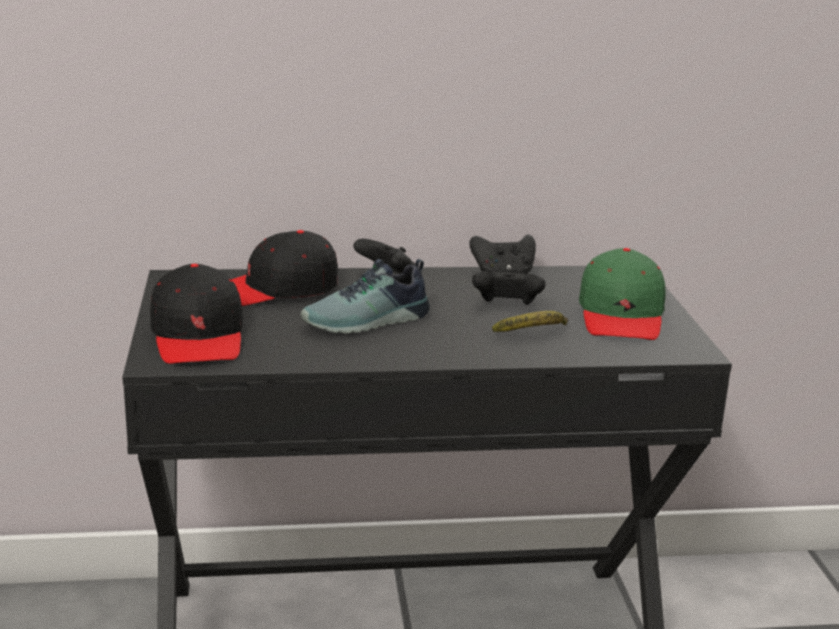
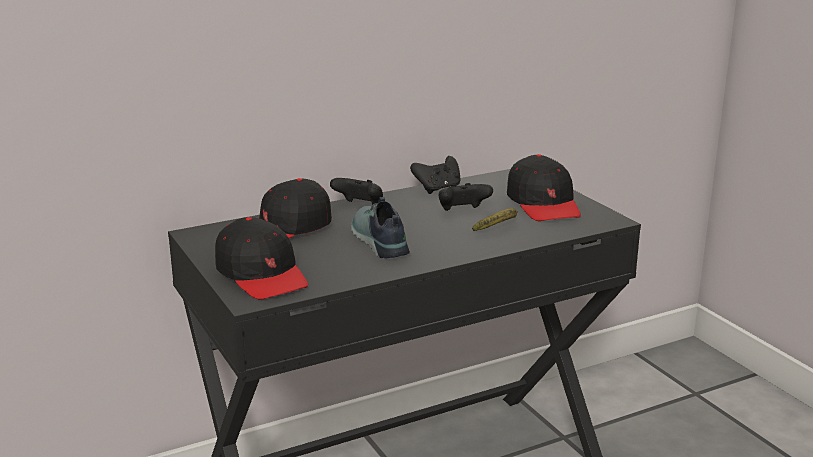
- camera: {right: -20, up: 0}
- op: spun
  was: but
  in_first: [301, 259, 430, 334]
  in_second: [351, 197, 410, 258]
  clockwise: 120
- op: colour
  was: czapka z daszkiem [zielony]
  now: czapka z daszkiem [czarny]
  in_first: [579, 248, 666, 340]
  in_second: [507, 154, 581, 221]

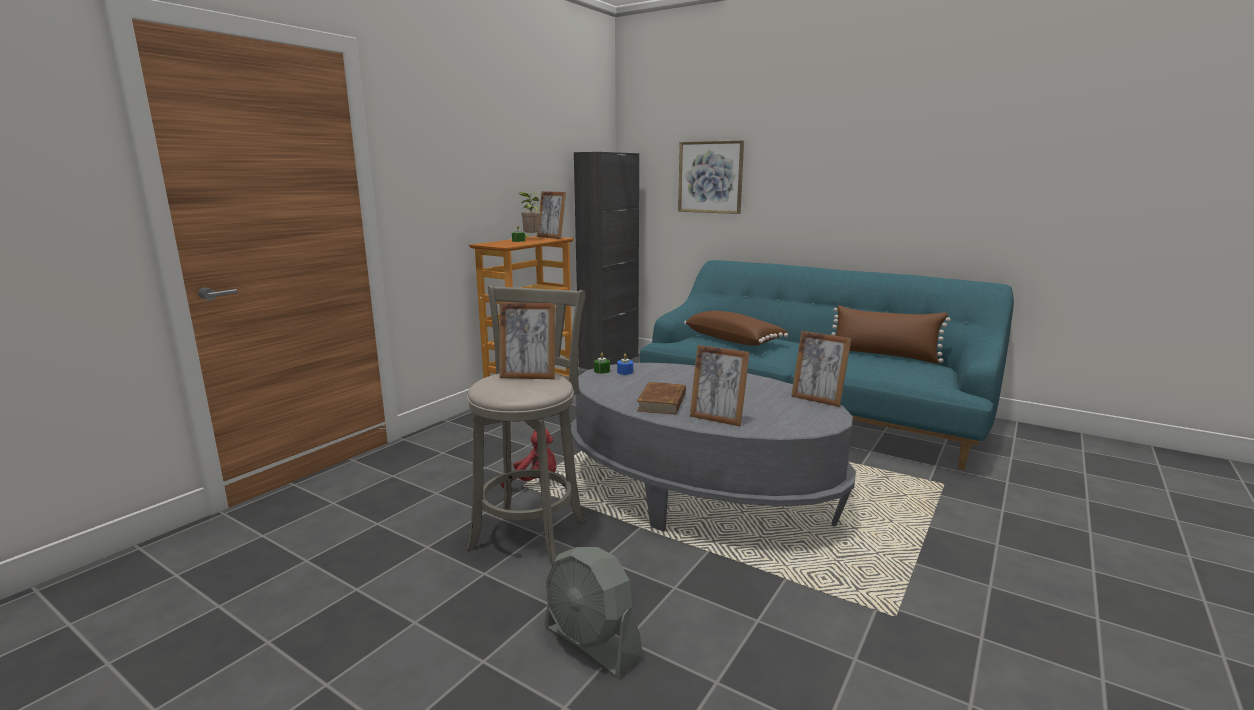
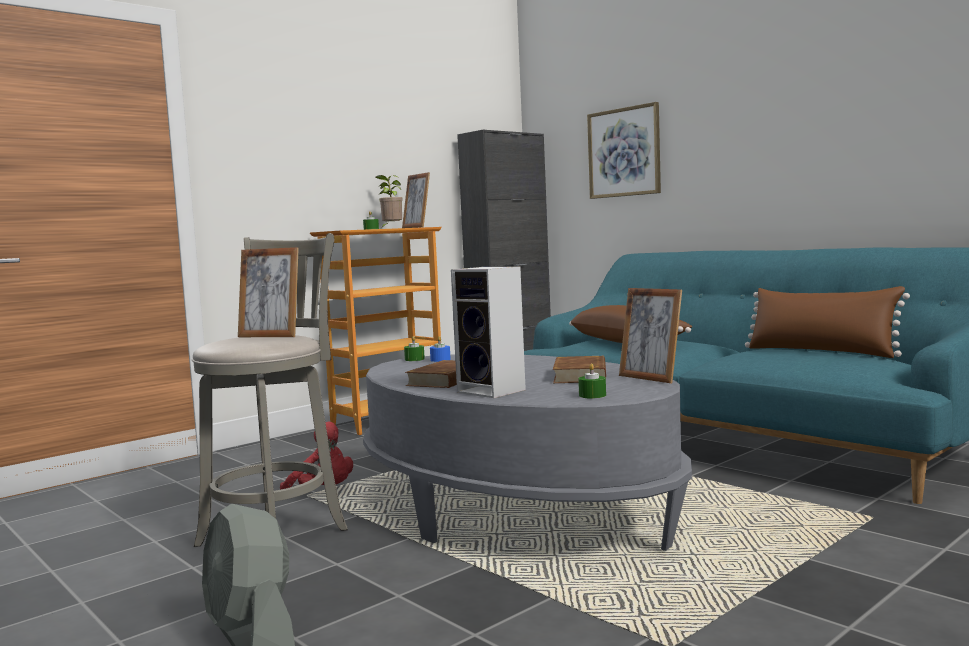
- camera: {right: 15, up: -10}
- op: exchanged
  was: ramka na zdjęcie
  now: głośnik
  in_first: [690, 345, 750, 426]
  in_second: [451, 266, 526, 398]
- op: appeared
  now: książka [brązowy]
  in_second: [553, 356, 606, 383]
- op: appeared
  now: świeca [zielony]
  in_second: [578, 363, 606, 398]

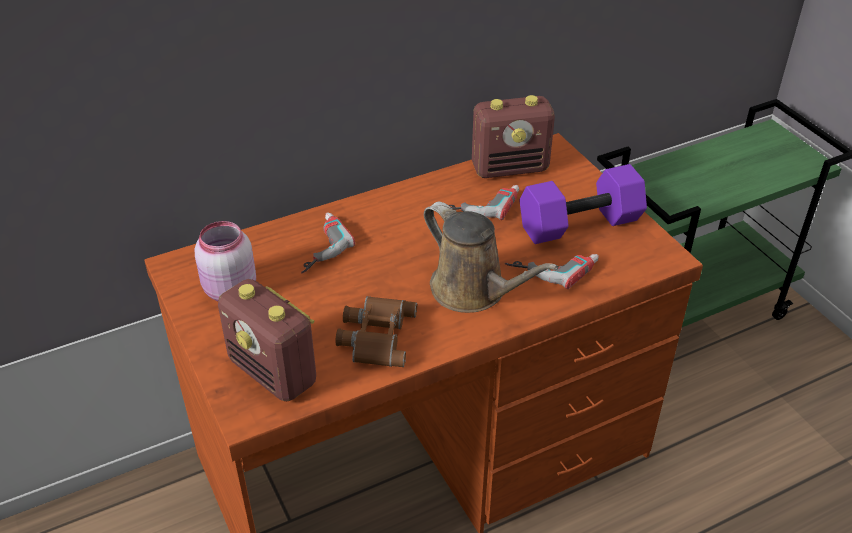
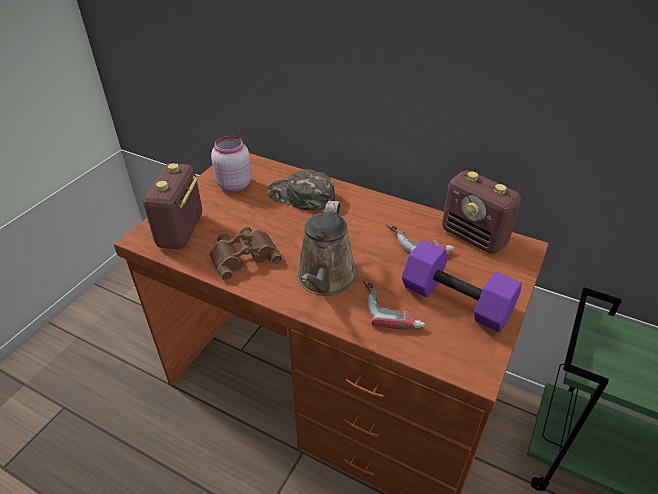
- camera: {right: 55, up: 0}
- op: exchanged
  was: wiertarka
  now: czapka z daszkiem [zielony]
  in_first: [301, 213, 355, 273]
  in_second: [267, 170, 335, 211]

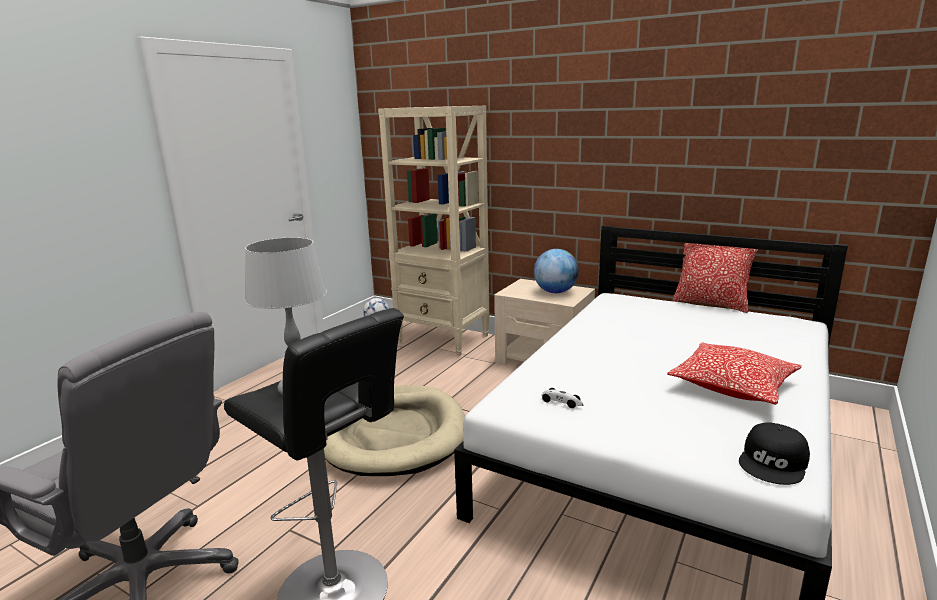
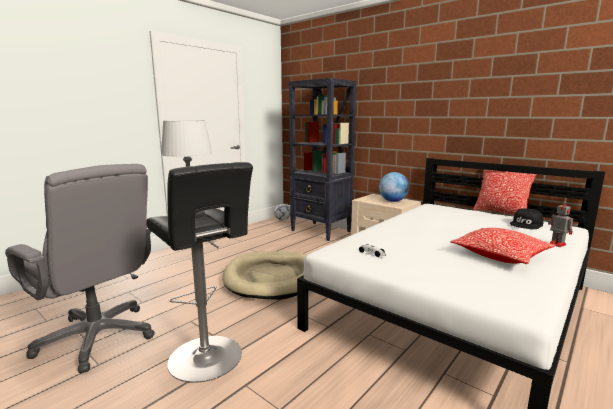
- camera: {right: 10, up: -5}
- op: colour
  was: regał [beżowy]
  now: regał [czarny]
  in_first: [378, 106, 489, 356]
  in_second: [288, 78, 356, 241]
- op: relocated
  was: czapka z daszkiem [czarny]
  in_first: [739, 422, 810, 485]
  in_second: [509, 208, 544, 229]
- op: appeared
  now: robot zabawkowy
  in_second: [548, 202, 573, 247]

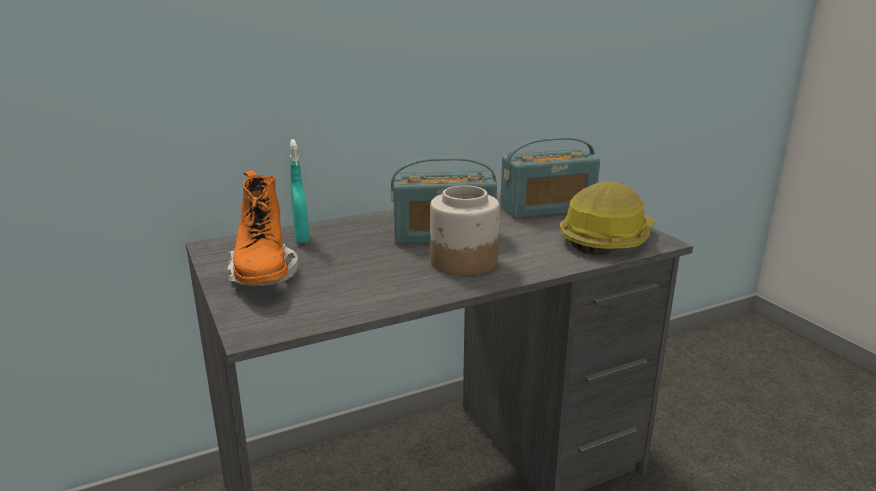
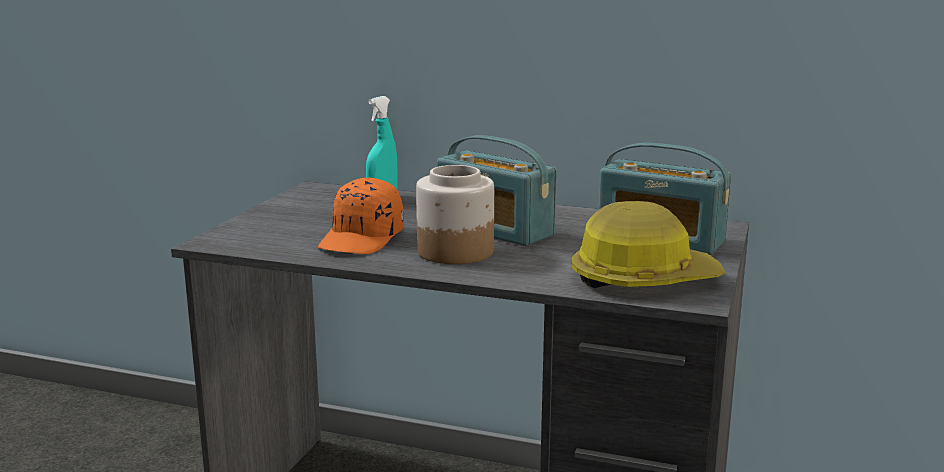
- camera: {right: 45, up: -5}
- op: appeared
  now: czapka z daszkiem [pomarańczowy]
  in_second: [318, 178, 404, 254]
- op: missing
  was: but z cholewką [pomarańczowy]
  in_first: [227, 170, 298, 287]

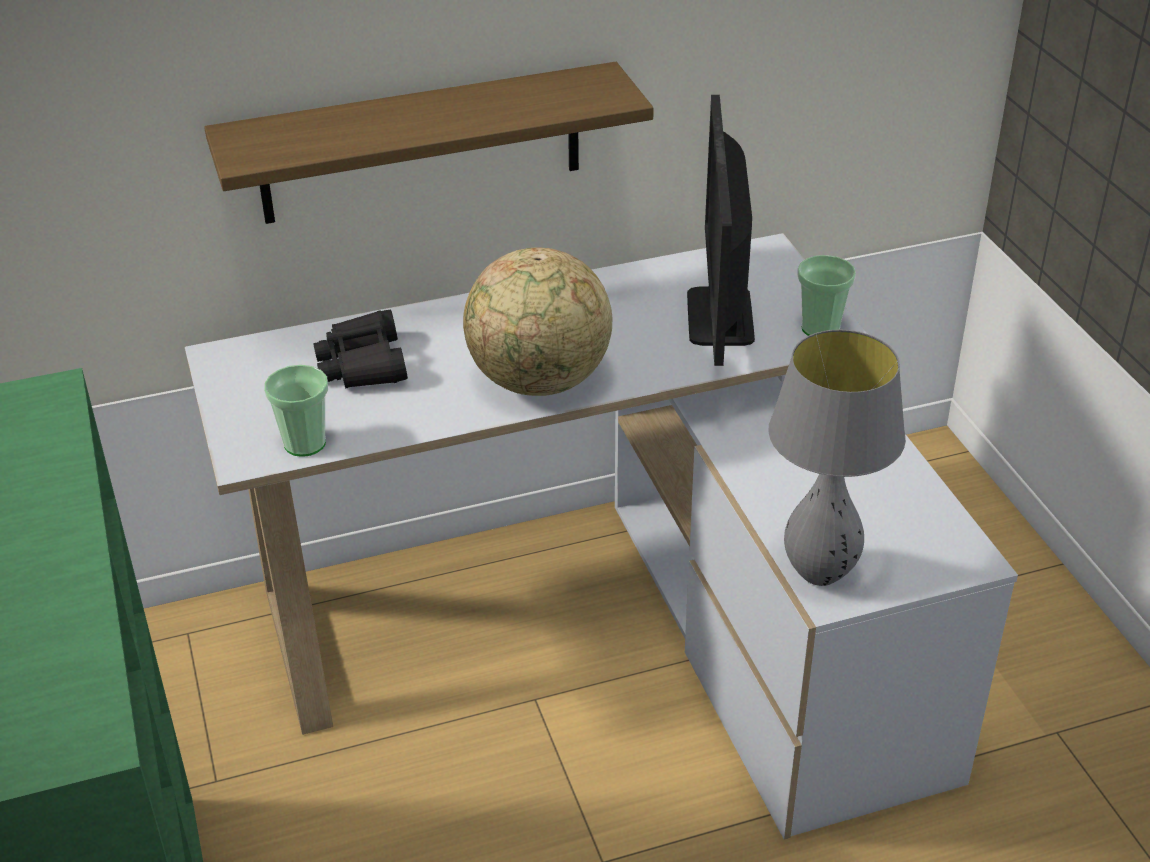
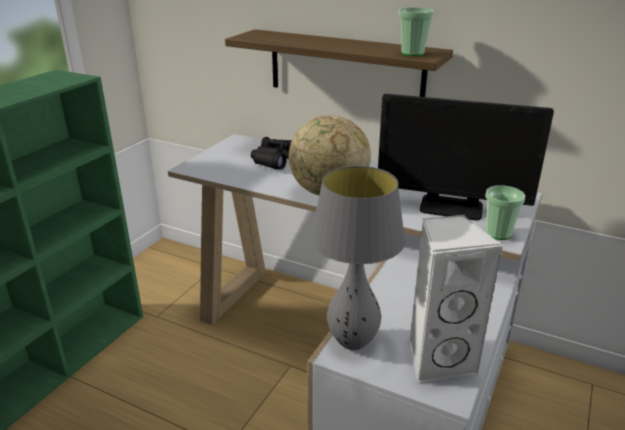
- camera: {right: 45, up: -10}
- op: spun
  was: monitor
  in_first: [687, 95, 755, 366]
  in_second: [378, 94, 554, 221]
  clockwise: -120
- op: relocated
  was: filiżanka
  in_first: [264, 365, 328, 457]
  in_second: [399, 7, 434, 56]
- op: appeared
  now: głośnik [biały]
  in_second: [409, 215, 503, 383]

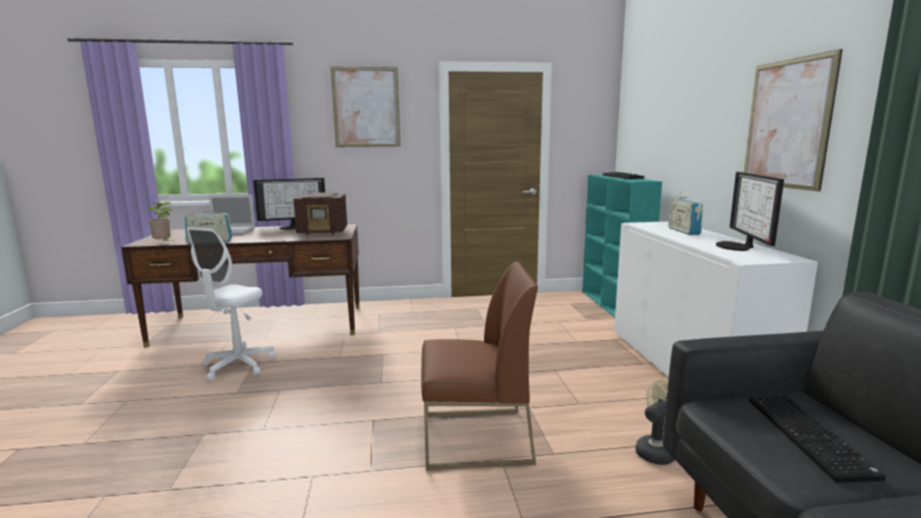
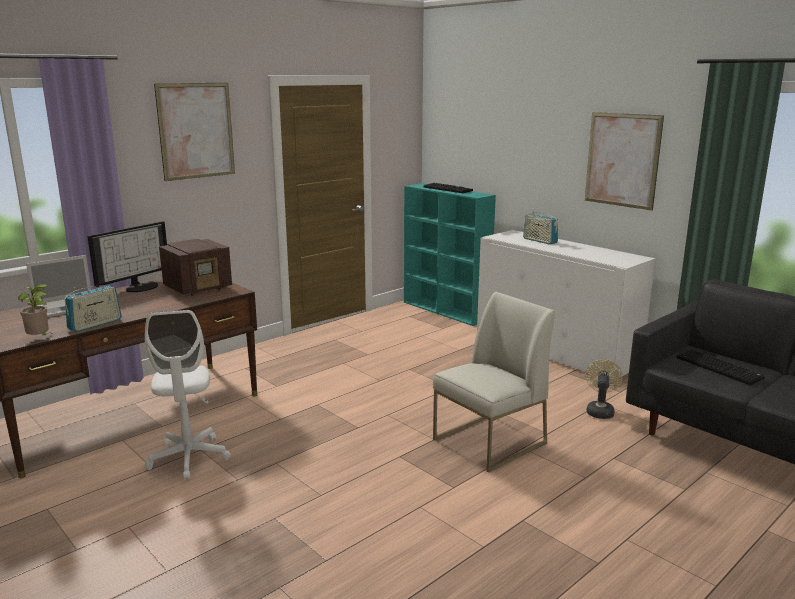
- camera: {right: -35, up: 5}
- op: colour
  was: krzesło [brązowy]
  now: krzesło [biały]
  in_first: [421, 261, 538, 470]
  in_second: [433, 292, 555, 473]
- op: missing
  was: monitor
  in_first: [716, 172, 784, 251]

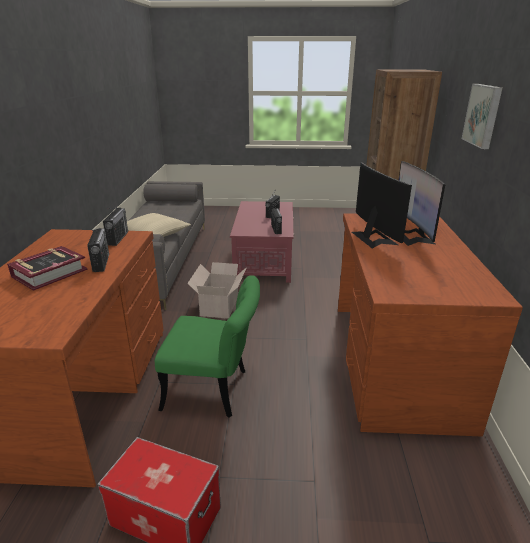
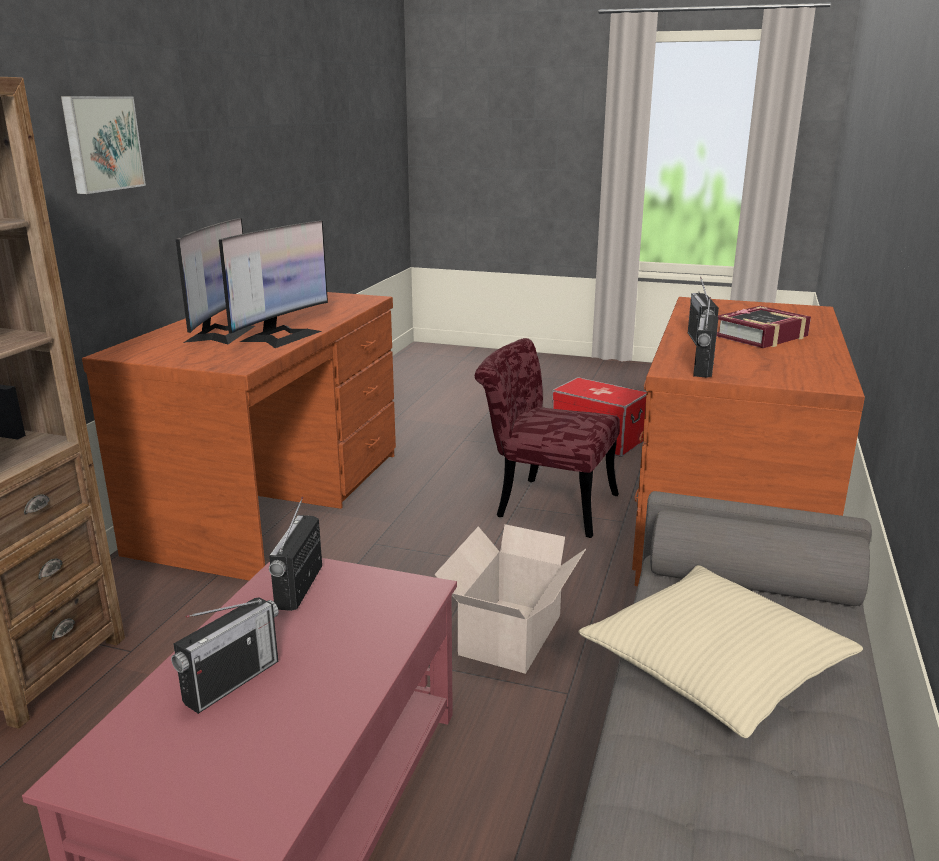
- camera: {right: -165, up: -5}
- op: spun
  was: monitor
  in_first: [352, 162, 412, 249]
  in_second: [219, 220, 328, 348]
  clockwise: -150
- op: colour
  was: krzesło [zielony]
  now: krzesło [czerwony]
  in_first: [155, 275, 260, 418]
  in_second: [475, 338, 620, 538]

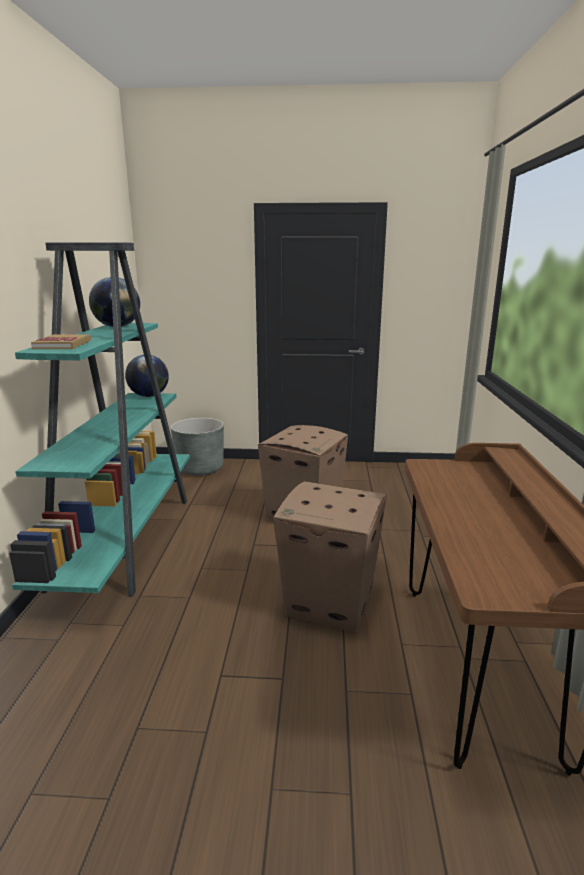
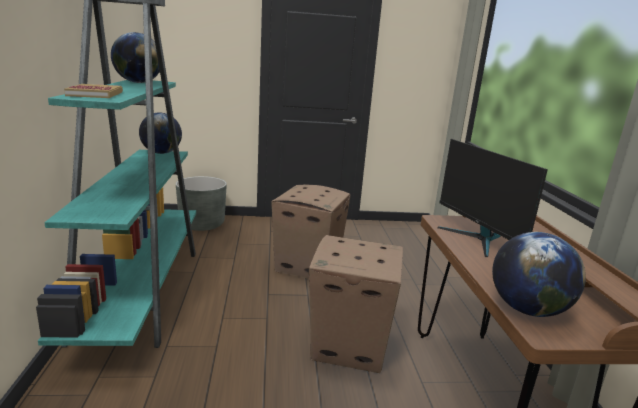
- camera: {right: -10, up: 0}
- op: appeared
  now: monitor
  in_second: [438, 139, 548, 257]
- op: appeared
  now: globus
  in_second: [492, 232, 586, 317]

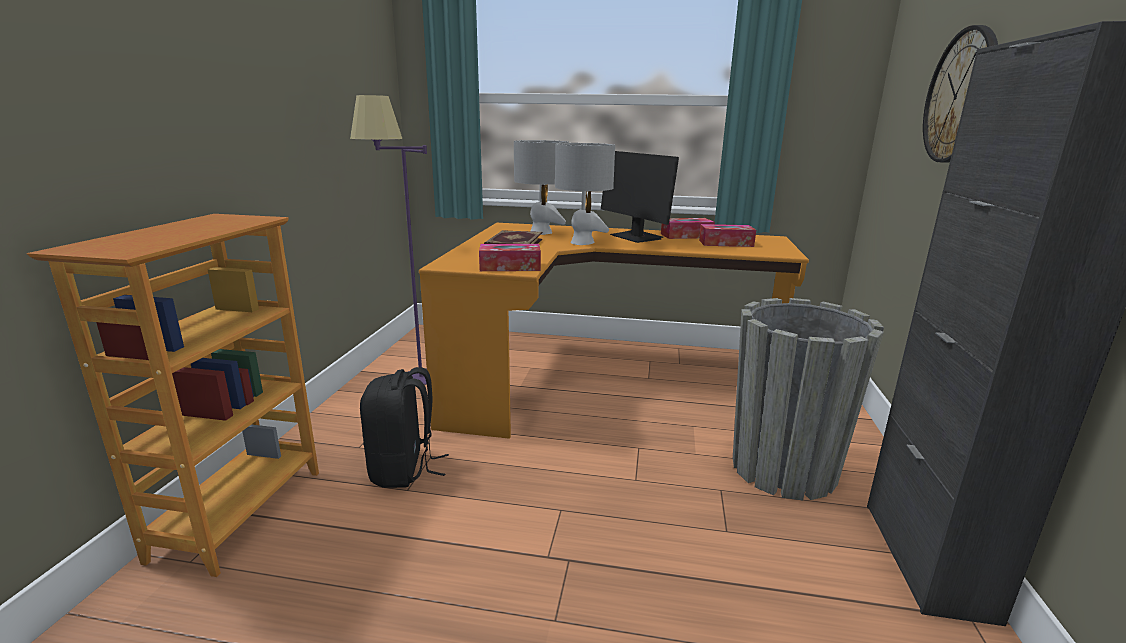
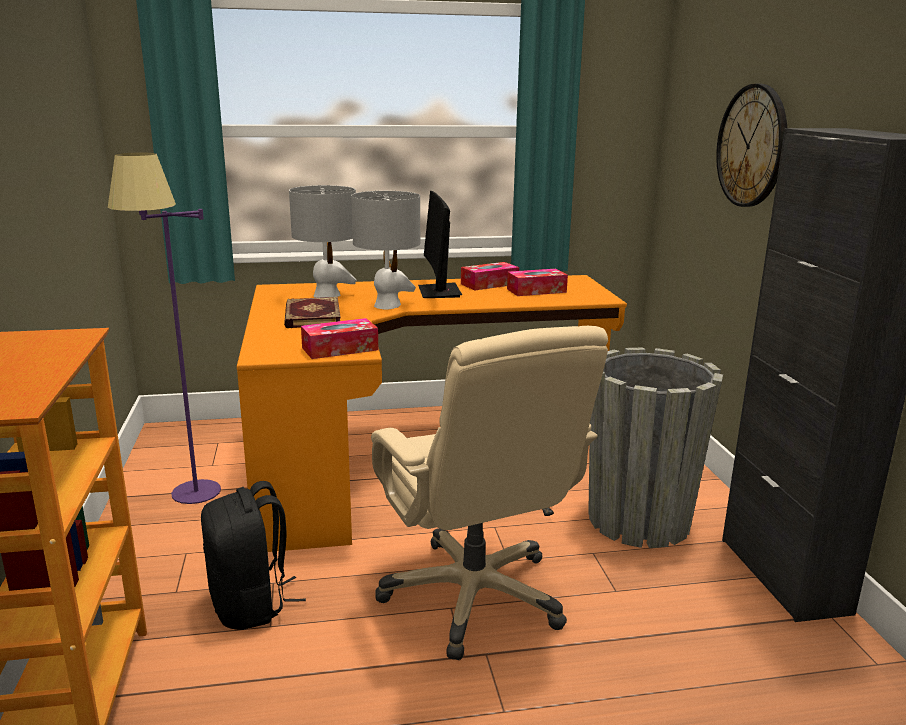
- camera: {right: -20, up: 0}
- op: appeared
  now: krzesło biurowe [beżowy]
  in_second: [371, 326, 608, 660]
- op: spun
  was: monitor
  in_first: [601, 151, 679, 243]
  in_second: [418, 191, 462, 298]
  clockwise: 45

